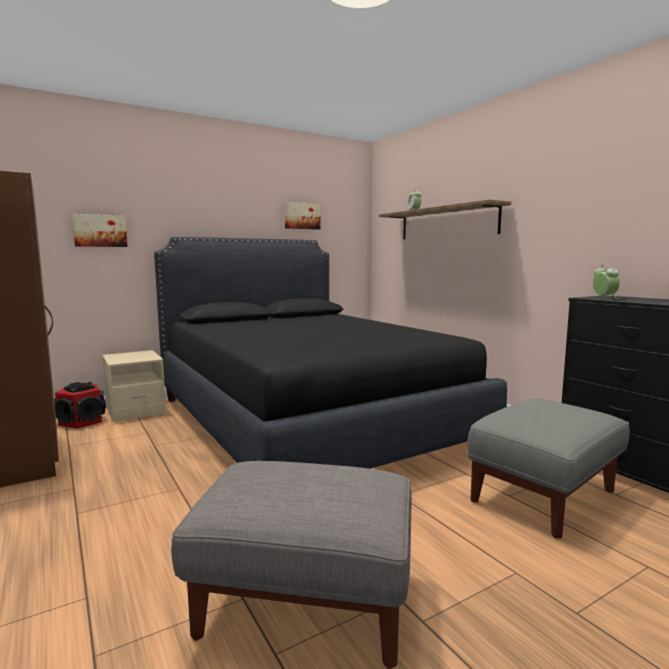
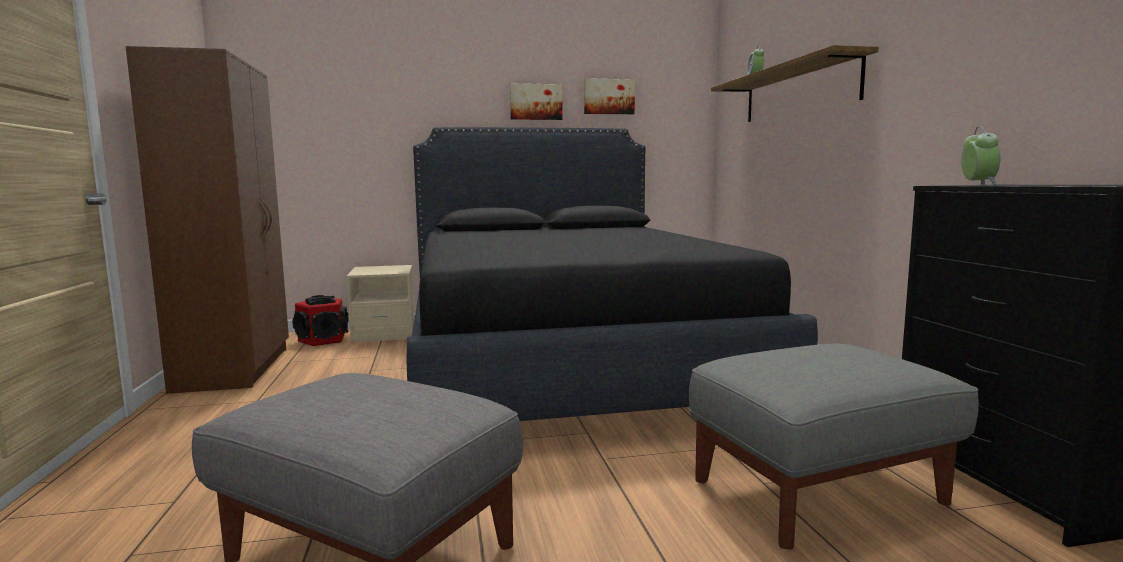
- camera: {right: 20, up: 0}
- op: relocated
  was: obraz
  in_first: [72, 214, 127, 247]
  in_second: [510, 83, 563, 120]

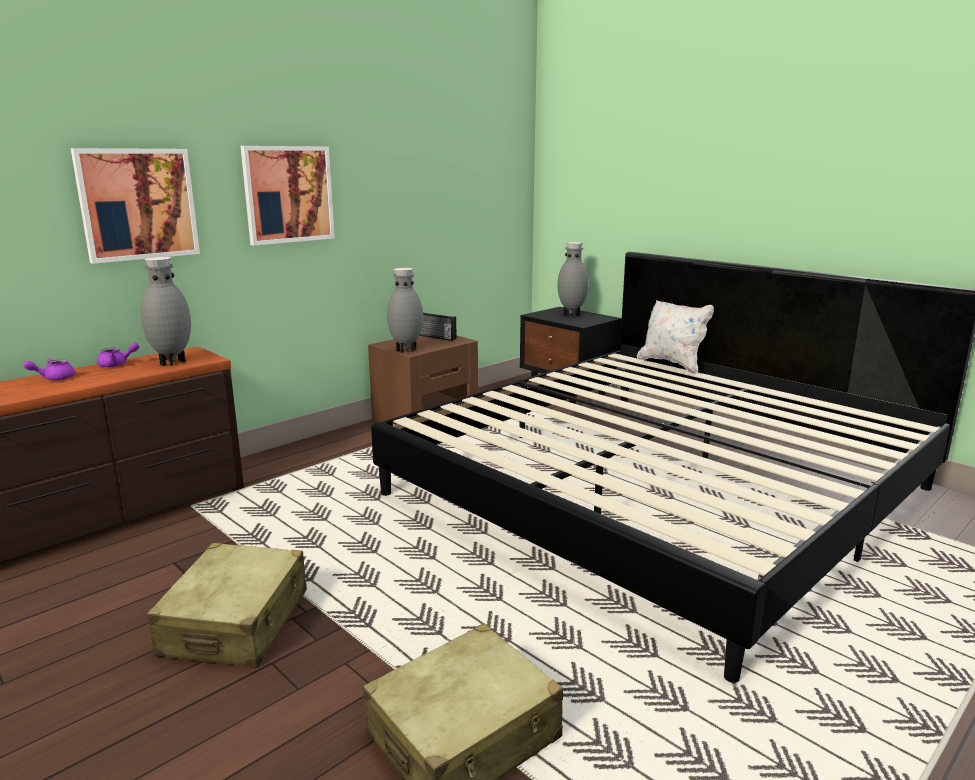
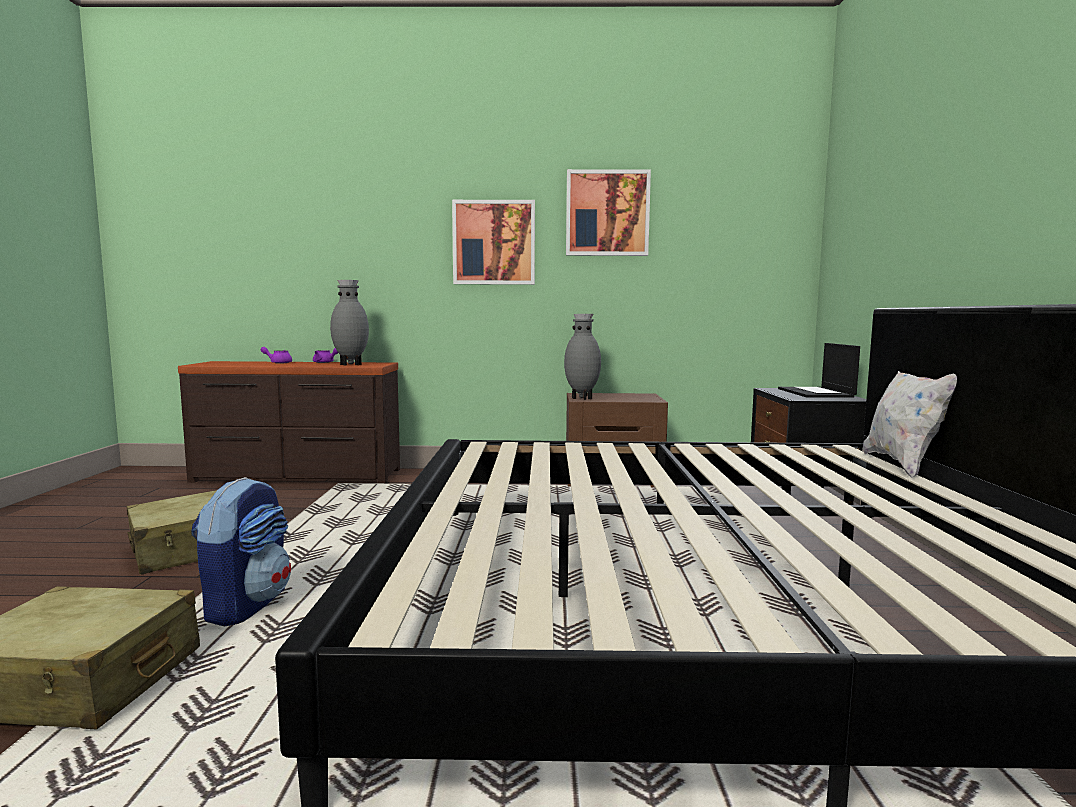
- camera: {right: 45, up: -10}
- op: appeared
  now: plecak
  in_second: [191, 477, 291, 626]
- op: relocated
  was: obraz
  in_first: [71, 148, 200, 264]
  in_second: [566, 169, 651, 256]
- op: exchanged
  was: wazon [szary]
  now: laptop
  in_first: [558, 242, 589, 317]
  in_second: [778, 343, 860, 398]
- op: missing
  was: radio
  in_first: [419, 312, 456, 341]

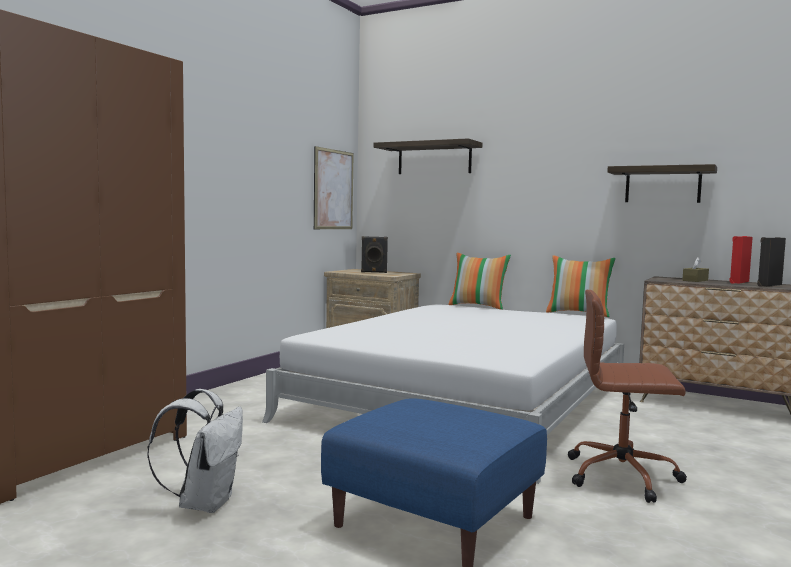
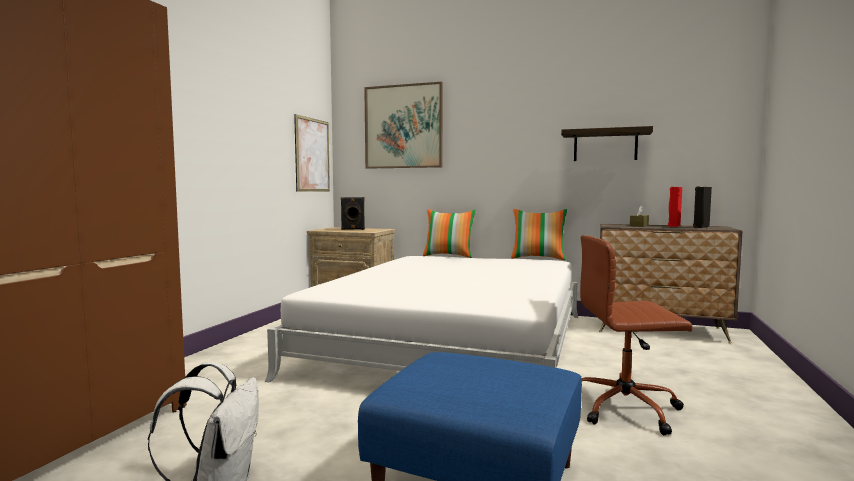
- camera: {right: -10, up: 0}
- op: exchanged
  was: półka
  now: obraz
  in_first: [374, 138, 482, 174]
  in_second: [364, 82, 443, 169]

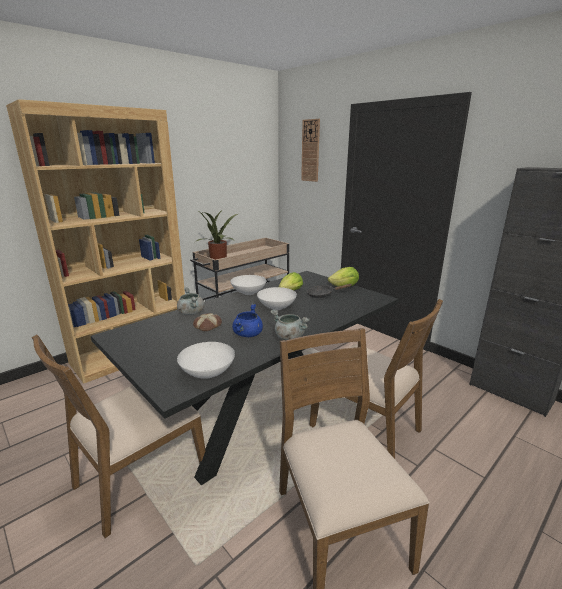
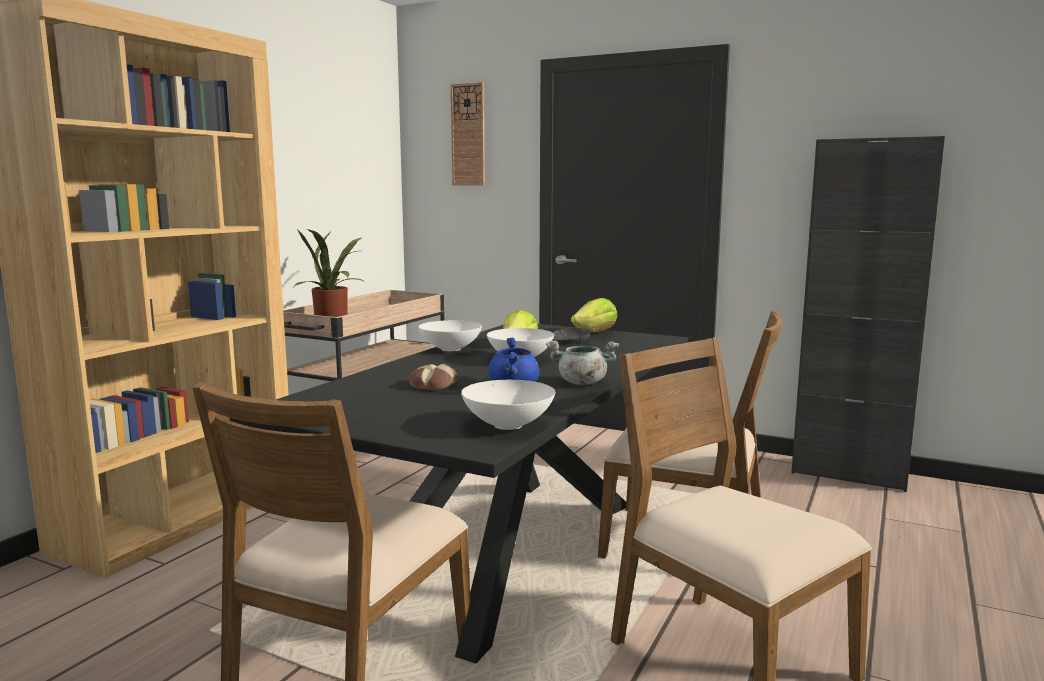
- camera: {right: -20, up: -10}
- op: missing
  was: garnek [szary]
  in_first: [177, 287, 205, 315]

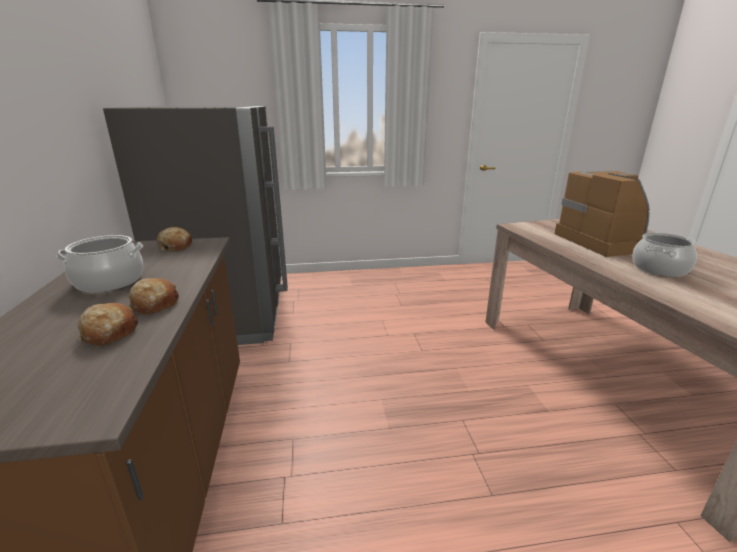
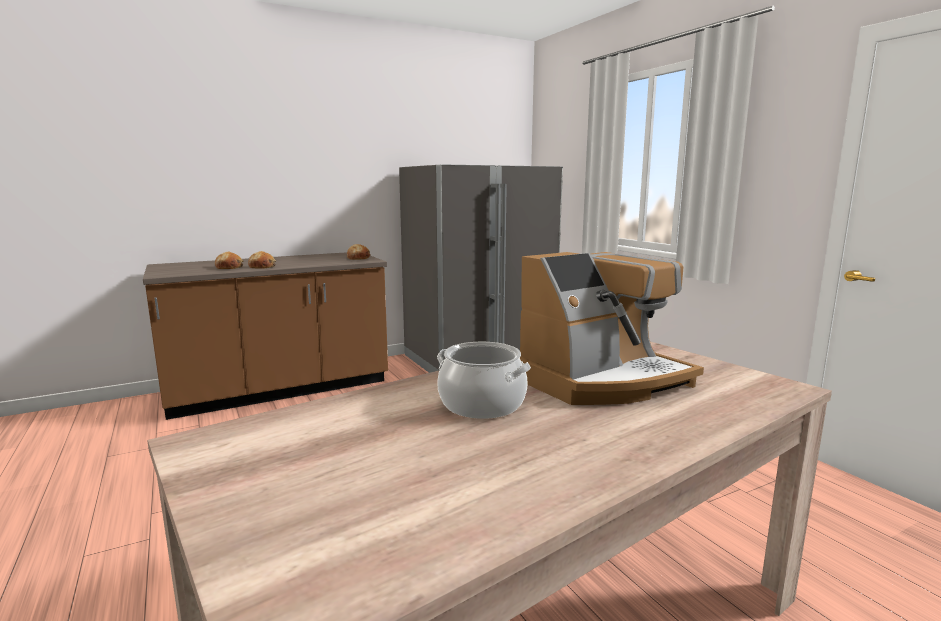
- camera: {right: 70, up: -10}
- op: missing
  was: garnek
  in_first: [56, 235, 143, 292]

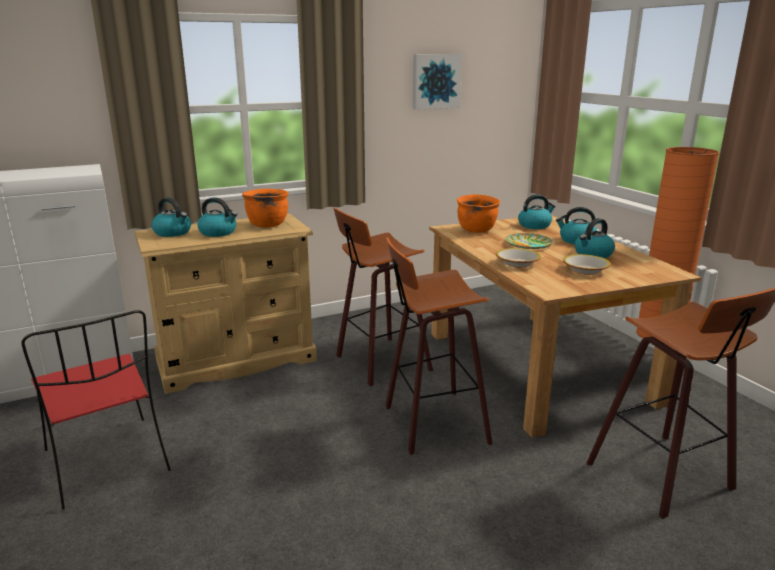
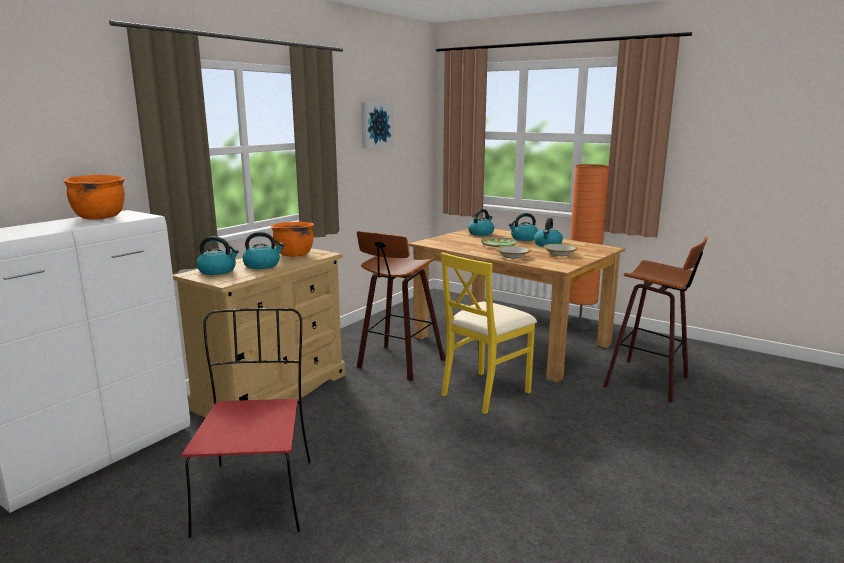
- camera: {right: -30, up: -5}
- op: relocated
  was: garnek [pomarańczowy]
  in_first: [457, 194, 500, 233]
  in_second: [63, 175, 125, 220]
- op: spun
  was: krzesło [czerwony]
  in_first: [21, 310, 171, 510]
  in_second: [182, 308, 311, 538]
  clockwise: -120
- op: exchanged
  was: stołek
  now: krzesło [żółty]
  in_first: [385, 237, 492, 455]
  in_second: [441, 252, 537, 414]

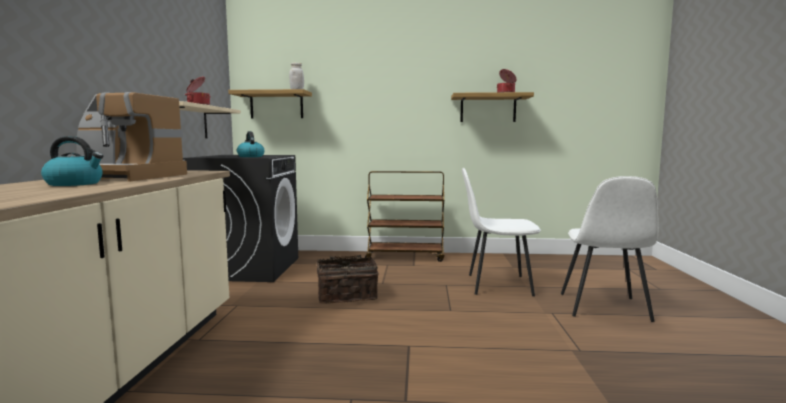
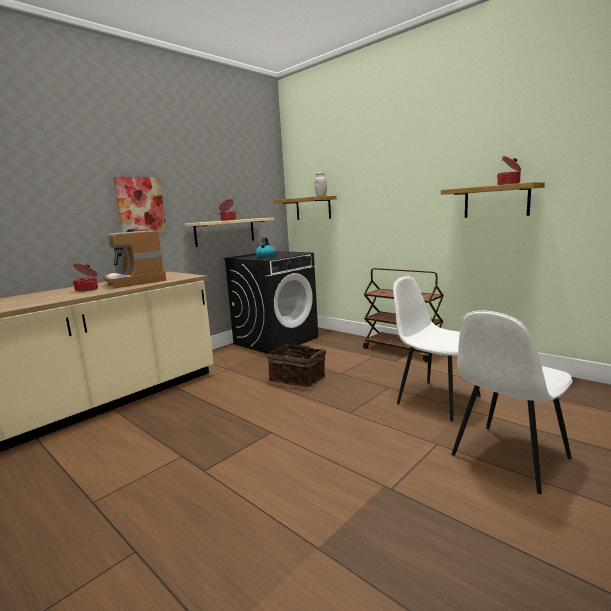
- camera: {right: 40, up: 5}
- op: exchanged
  was: czajnik
  now: garnek
  in_first: [41, 136, 103, 186]
  in_second: [73, 263, 98, 292]
- op: appeared
  now: obraz
  in_second: [113, 177, 167, 235]

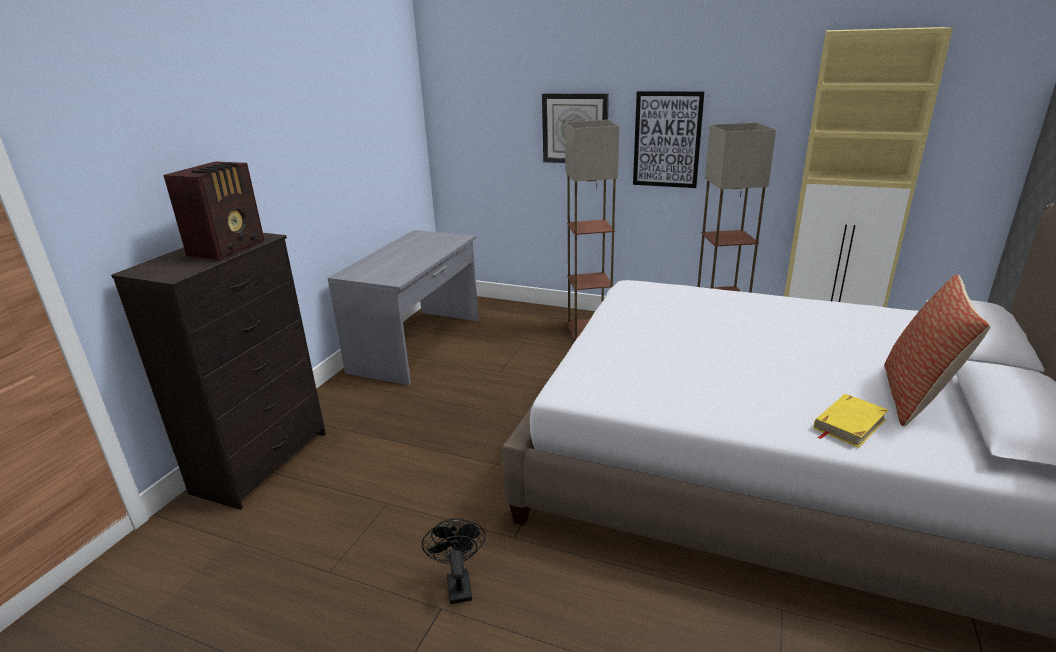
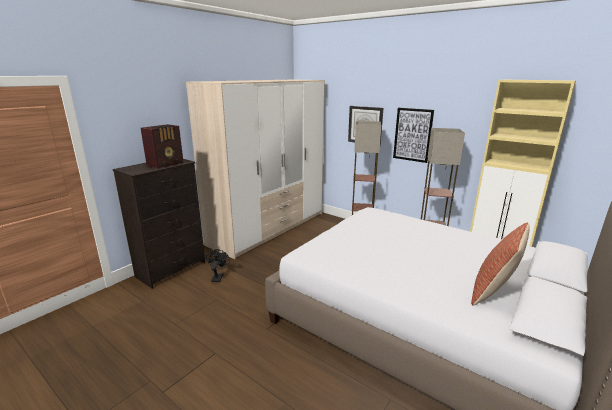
- camera: {right: 15, up: -5}
- op: exchanged
  was: biurko [szary]
  now: szafa
  in_first: [328, 230, 479, 386]
  in_second: [186, 80, 325, 259]
- op: relocated
  was: wentylator [czarny]
  in_first: [422, 518, 486, 604]
  in_second: [206, 249, 230, 282]
- op: missing
  was: książka [żółty]
  in_first: [814, 394, 888, 448]

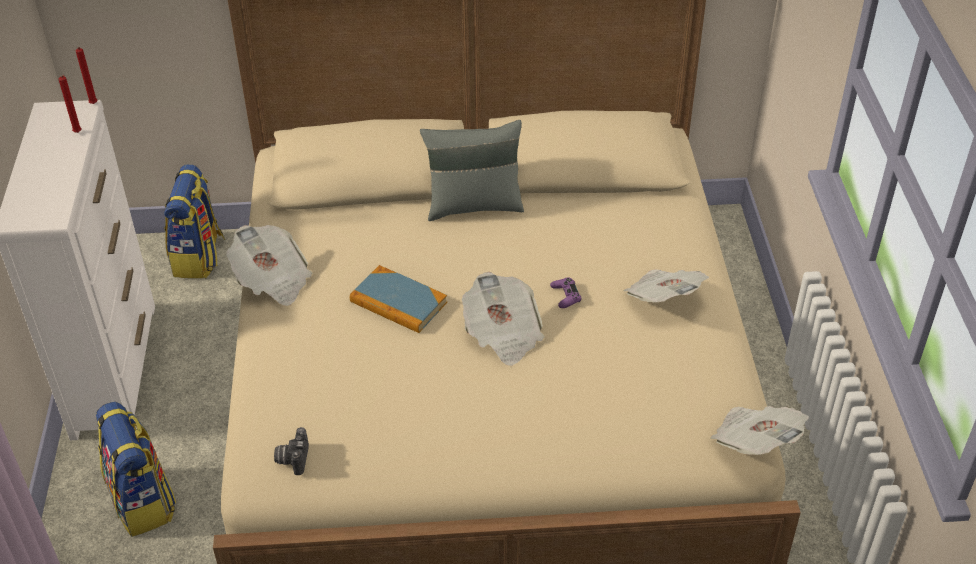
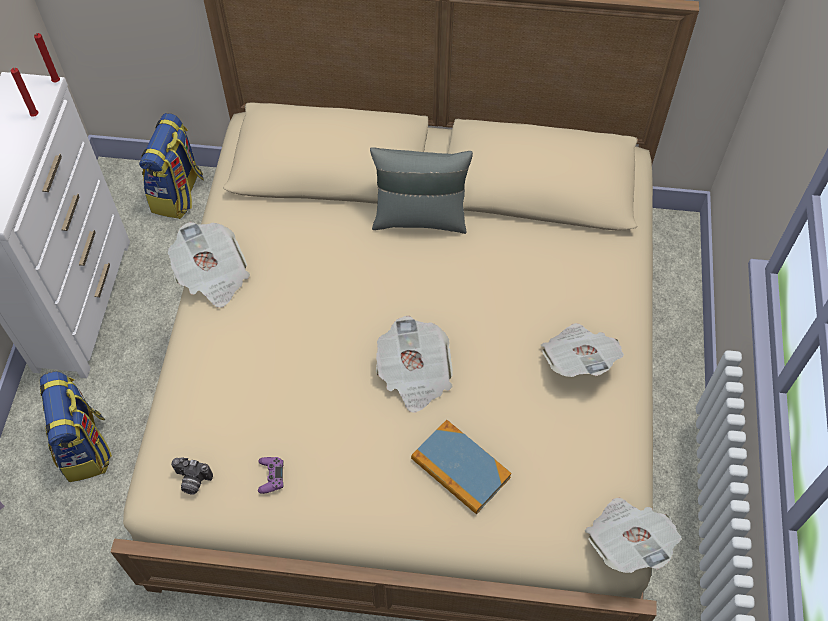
- camera: {right: 10, up: 15}
- op: spun
  was: aparat fotograficzny
  in_first: [274, 427, 309, 475]
  in_second: [171, 457, 213, 495]
  clockwise: -90
- op: relocated
  was: pad do gier [fioletowy]
  in_first: [550, 277, 581, 308]
  in_second: [258, 457, 284, 494]
- op: relocated
  was: książka
  in_first: [350, 265, 447, 333]
  in_second: [411, 420, 512, 514]

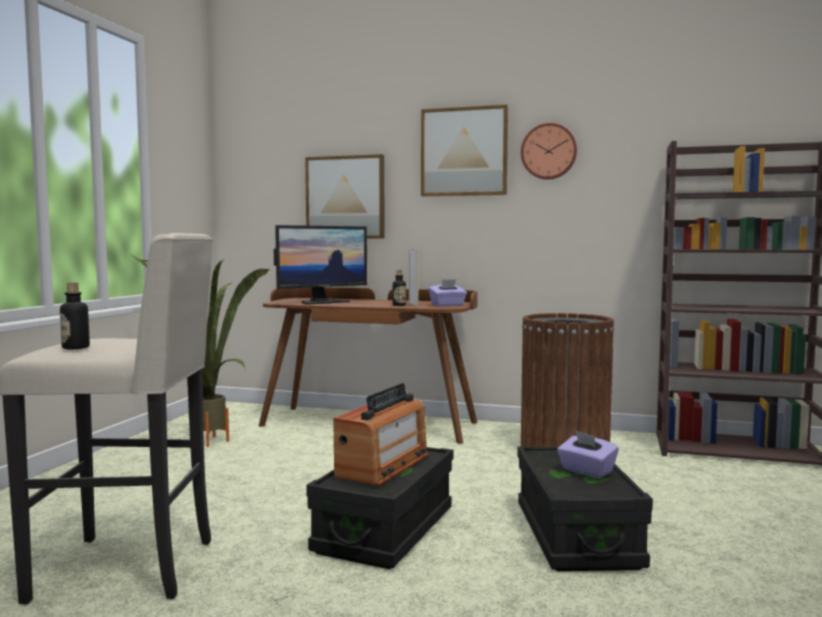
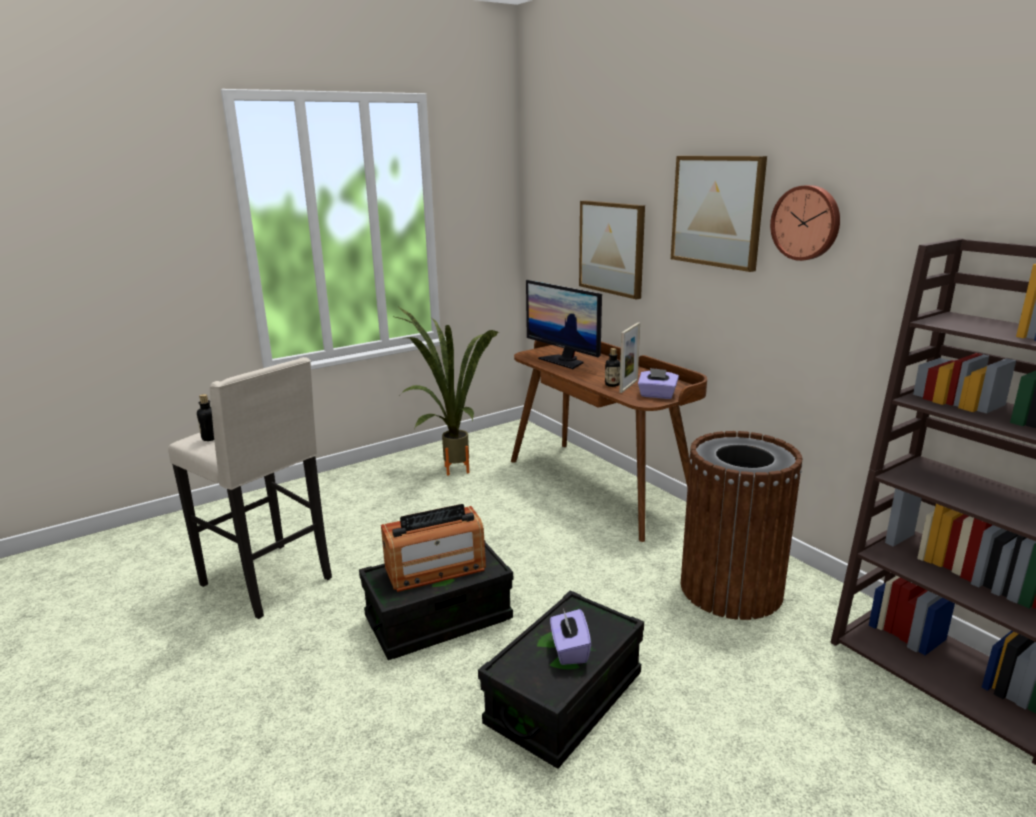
- camera: {right: 40, up: 15}
- op: spun
  was: monitor
  in_first: [274, 225, 367, 305]
  in_second: [526, 280, 602, 369]
  clockwise: 45

